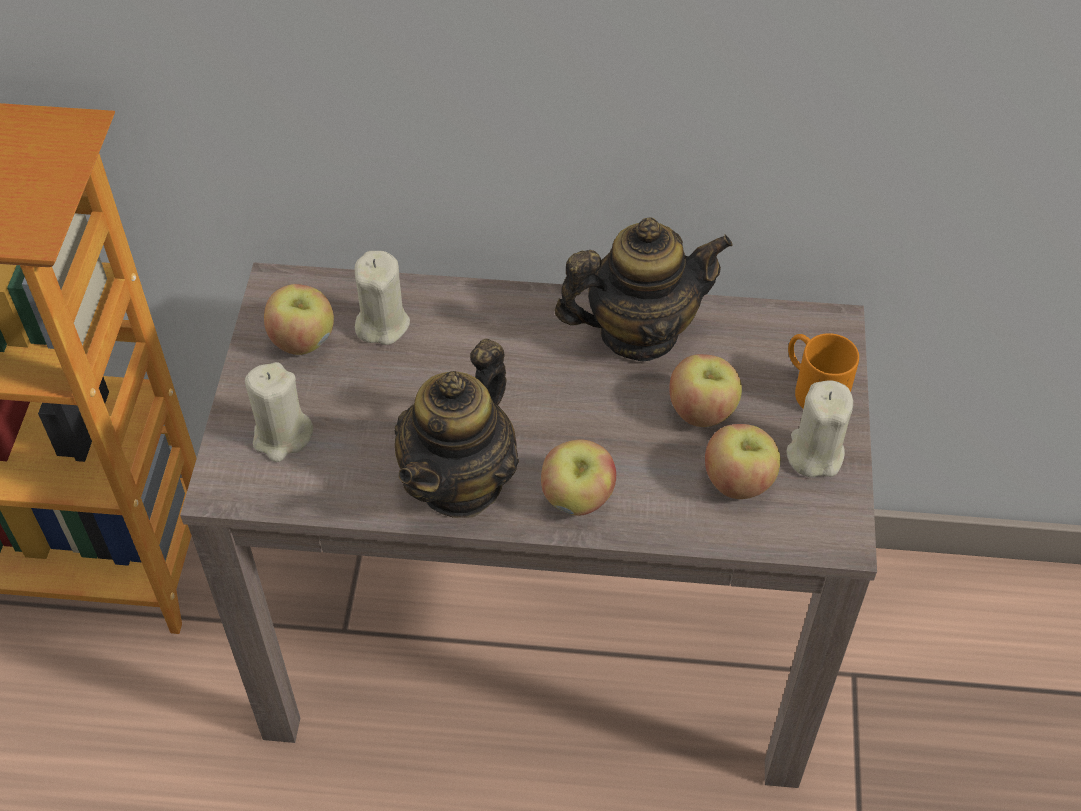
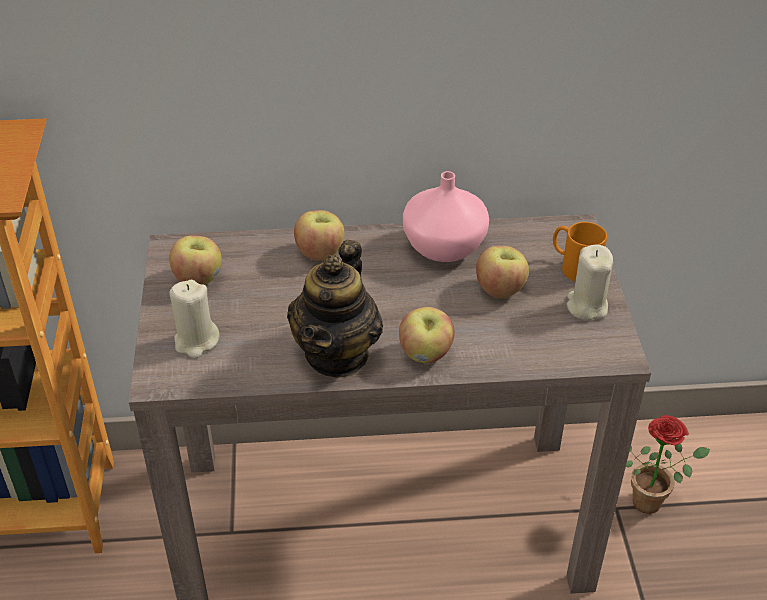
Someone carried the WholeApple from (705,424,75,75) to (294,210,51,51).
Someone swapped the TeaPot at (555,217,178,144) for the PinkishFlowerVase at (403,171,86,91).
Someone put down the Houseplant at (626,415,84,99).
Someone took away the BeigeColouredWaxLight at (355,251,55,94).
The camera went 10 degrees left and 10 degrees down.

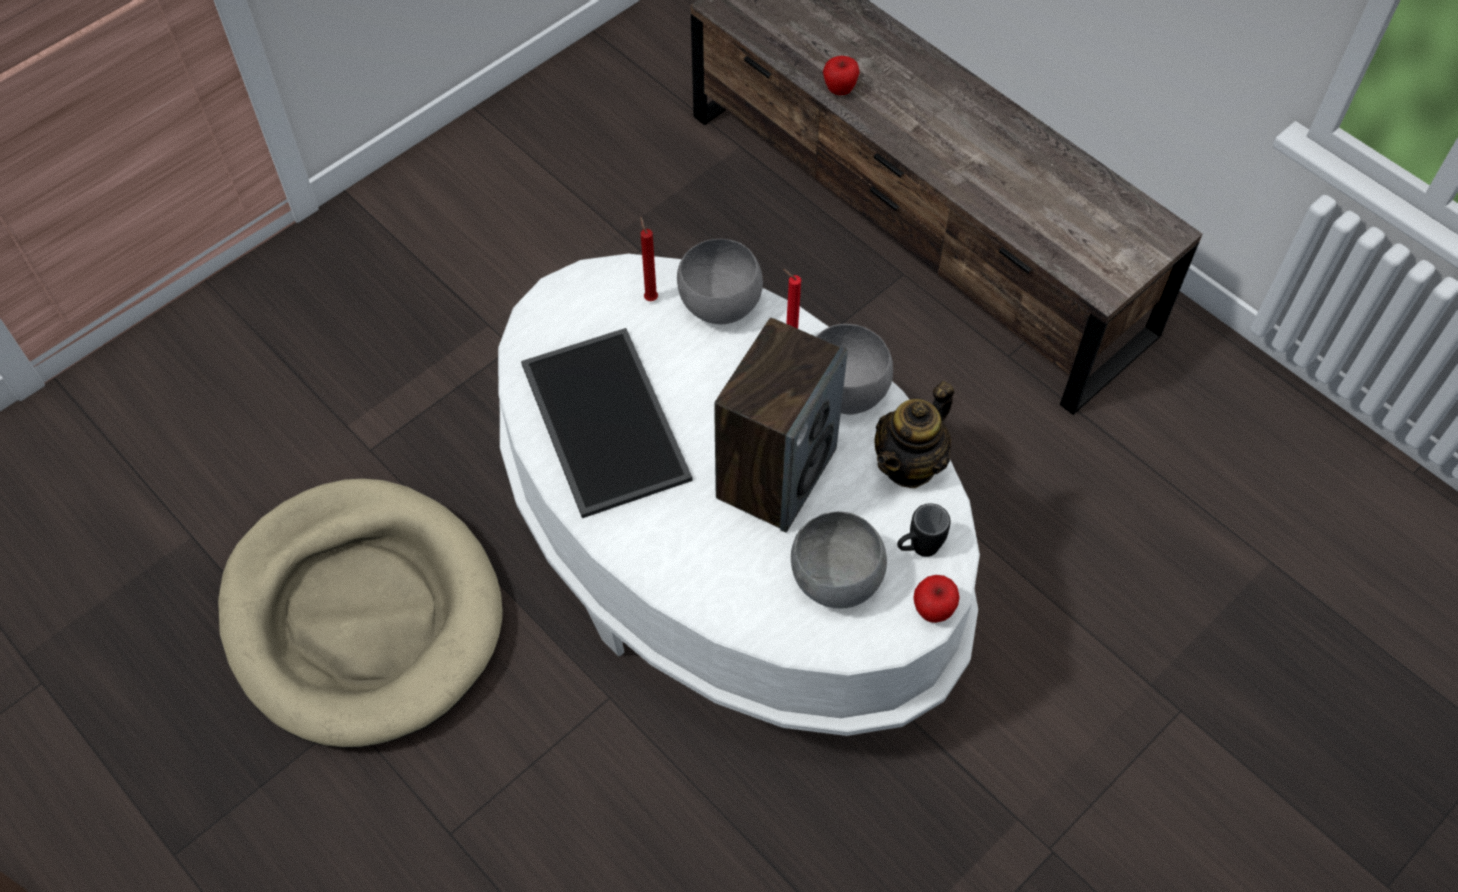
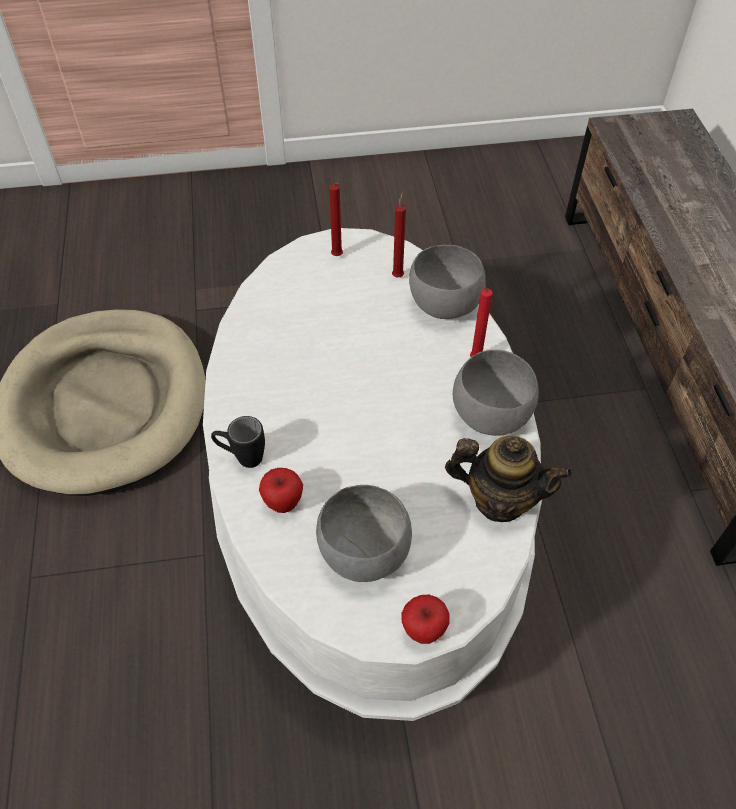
Someone carried the BlackColouredCoffeeMug from (897,503,54,54) to (211,416,54,52).
Someone carried the WholeApple from (823,56,37,39) to (259,468,44,45).
Someone put down the RedColouredWaxLight at (329,182,14,74).
Someone rotated the TeaPot at (874,382,80,106) by 150 degrees counterclockwise.
Someone took away the Tray at (521,328,172,190).
Someone took away the Speaker at (714,318,134,214).
The camera went 35 degrees right and 5 degrees down.

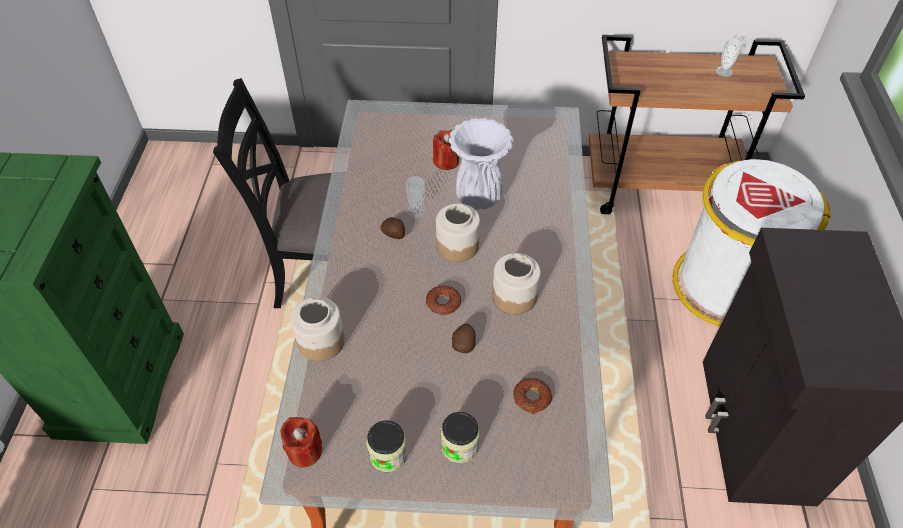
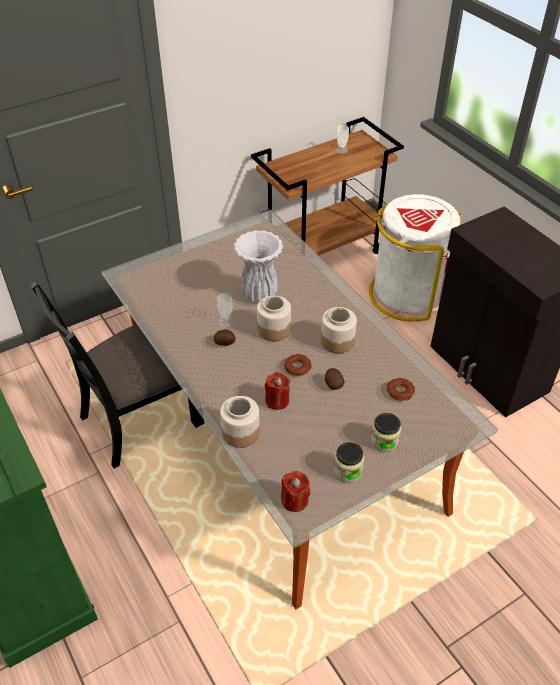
Someone carried the RedColouredWaxLight from (433,130,26,40) to (265,372,25,38).
The camera went 35 degrees left and 5 degrees down.

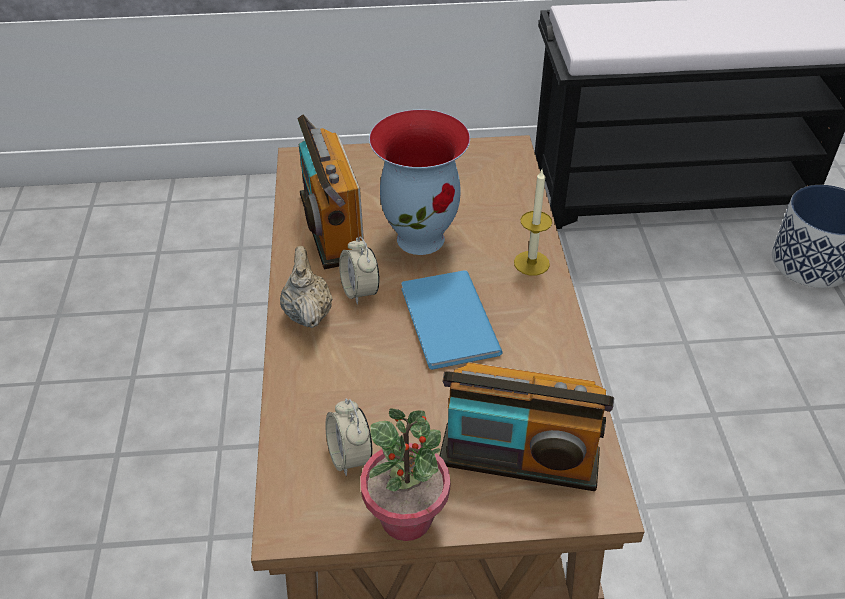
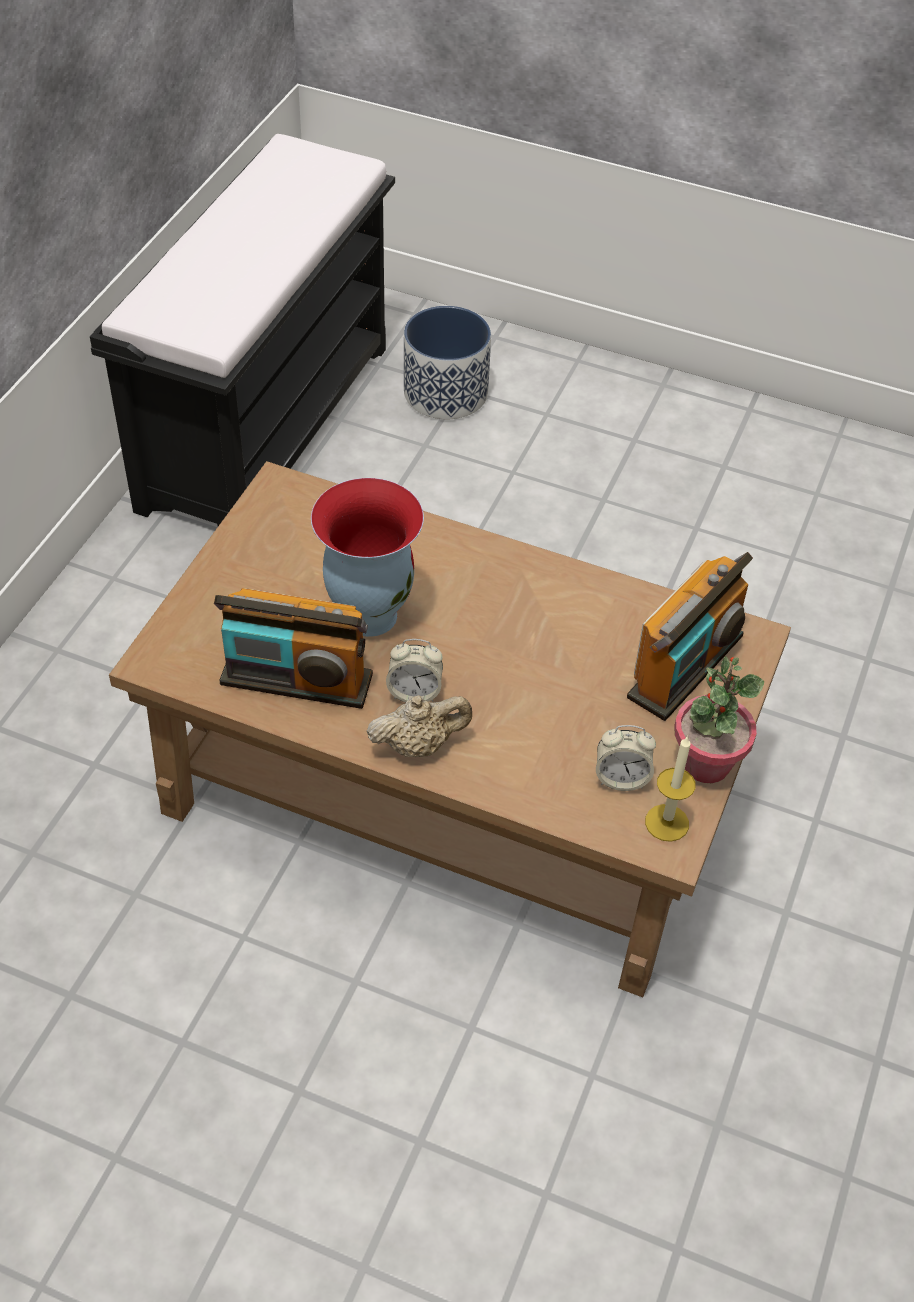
Someone rotated the BeigeColouredTeaPot at (280,246,53,82) by 150 degrees clockwise.
Someone carried the WaxLight from (514,170,38,105) to (645,736,50,106).
Someone took away the BlueBoundBook at (401,270,102,100).
The camera went 65 degrees left and 5 degrees up.

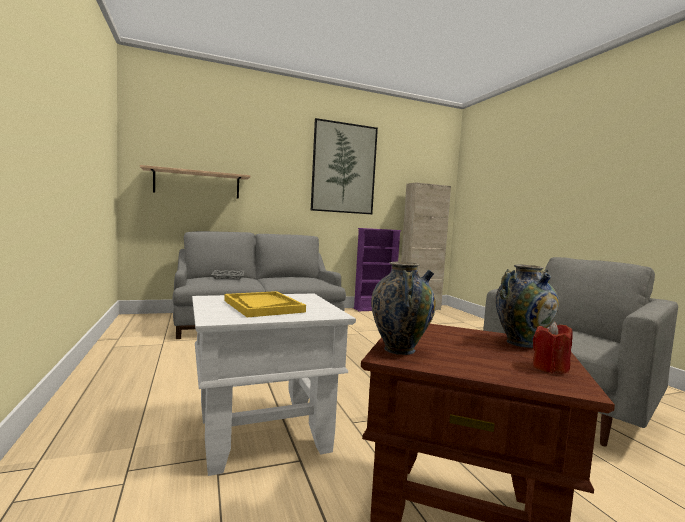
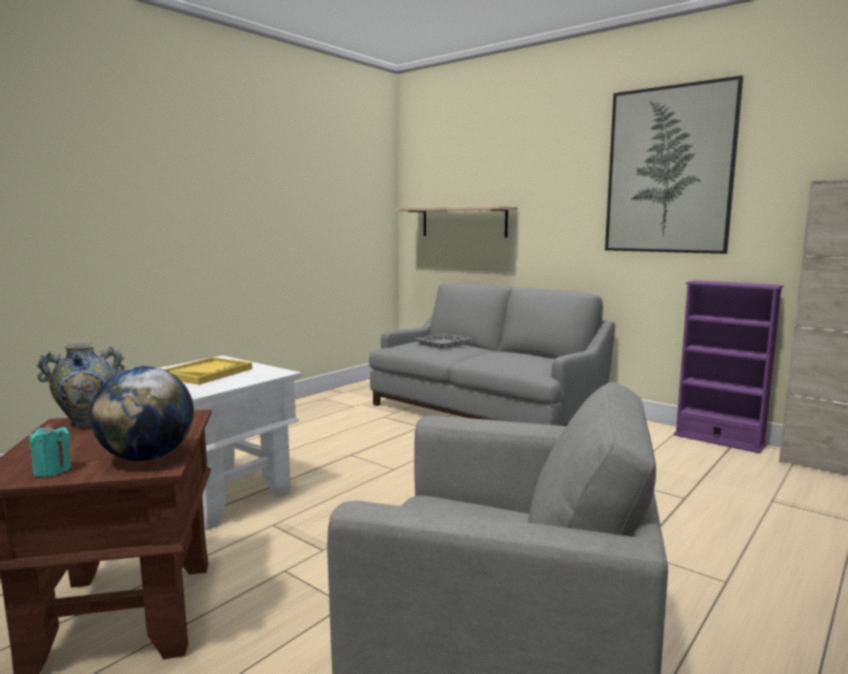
Someone repainted the RedColouredWaxLight at (533,322,40,52), which became the BlueGreenWaxLight at (29,424,42,53).
Someone swapped the FlowerVase at (495,264,64,84) for the Globe at (90,366,104,95).
The camera went 60 degrees right and 5 degrees up.

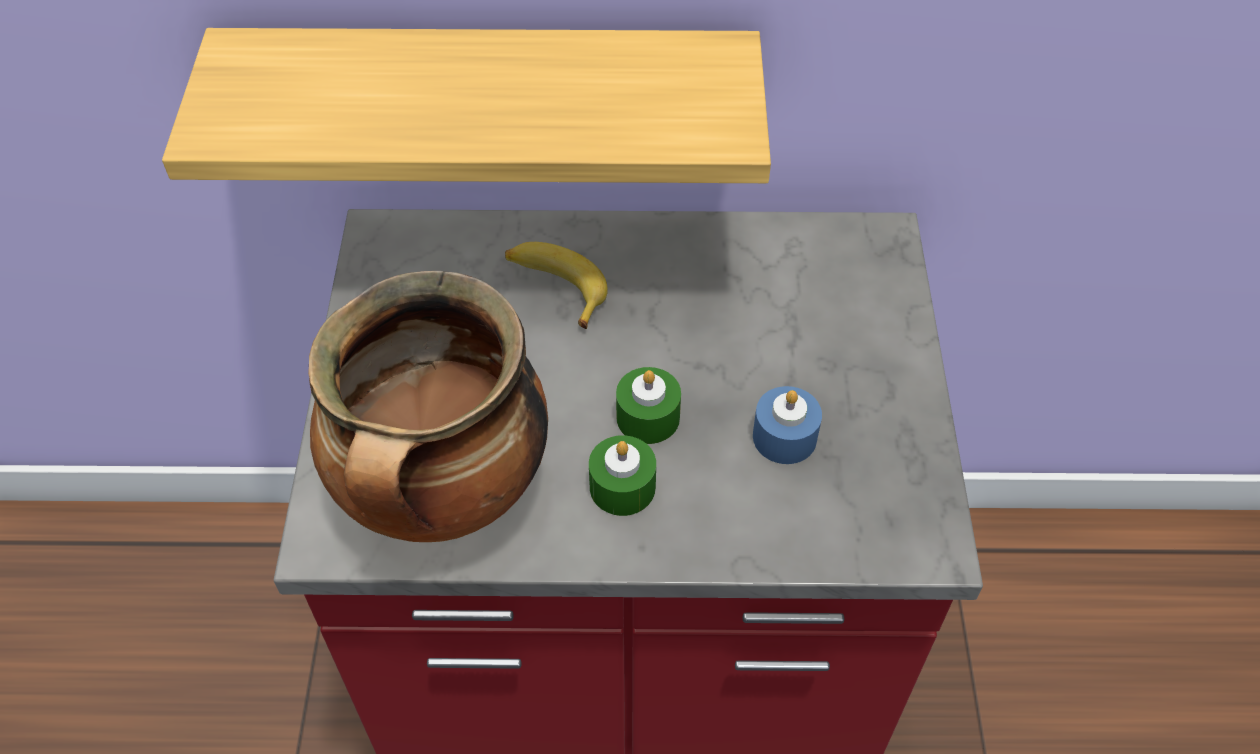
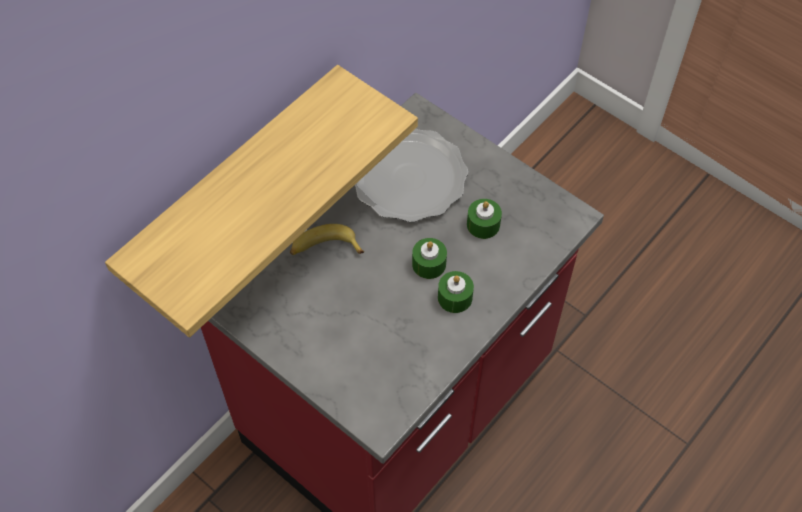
Someone put down the FlatDish at (355,129,113,93).
Someone repainted the BlueWaxLight at (753,386,69,78), which became the GreenWaxLight at (467,199,35,40).
Someone took away the CookingPot at (308,271,240,271).
The camera went 50 degrees left and 5 degrees up.

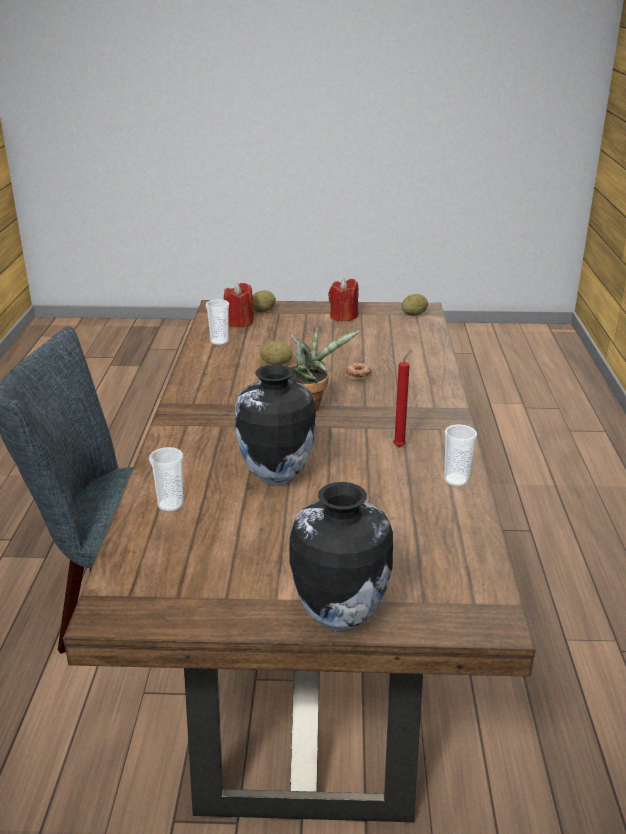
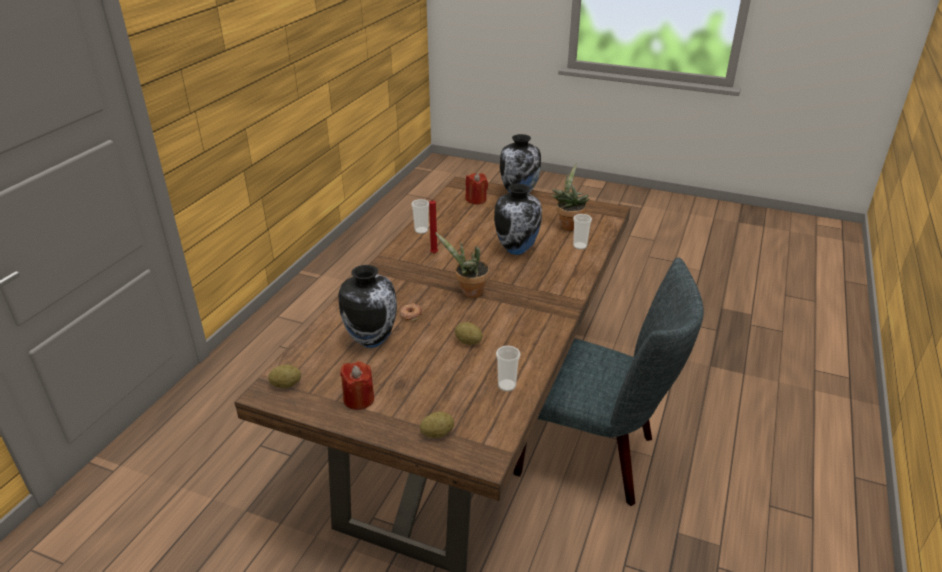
Someone put down the FlowerVase at (338,265,59,83).
Someone carried the RedColouredWaxLight from (223,283,31,45) to (465,173,23,31).
Someone put down the Houseplant at (551,163,39,68).
The camera went 160 degrees left and 5 degrees up.

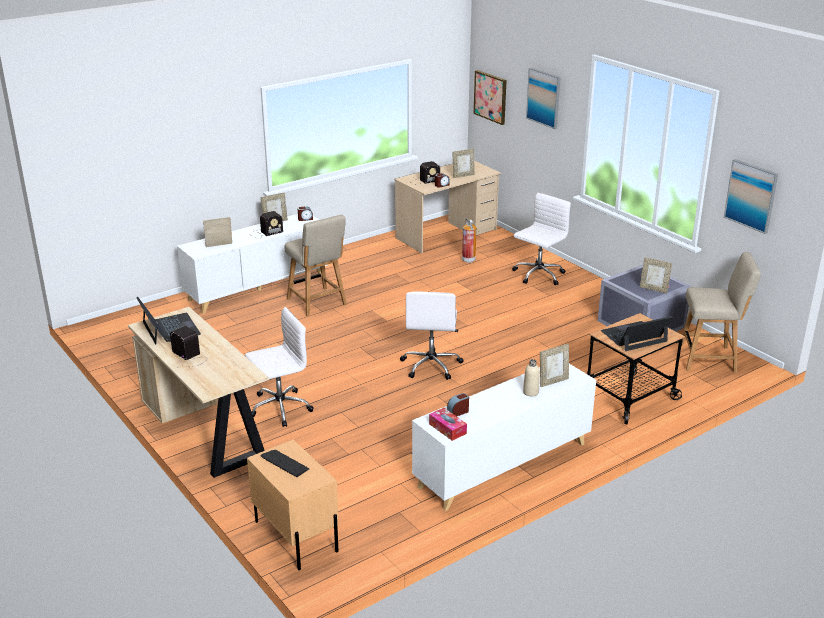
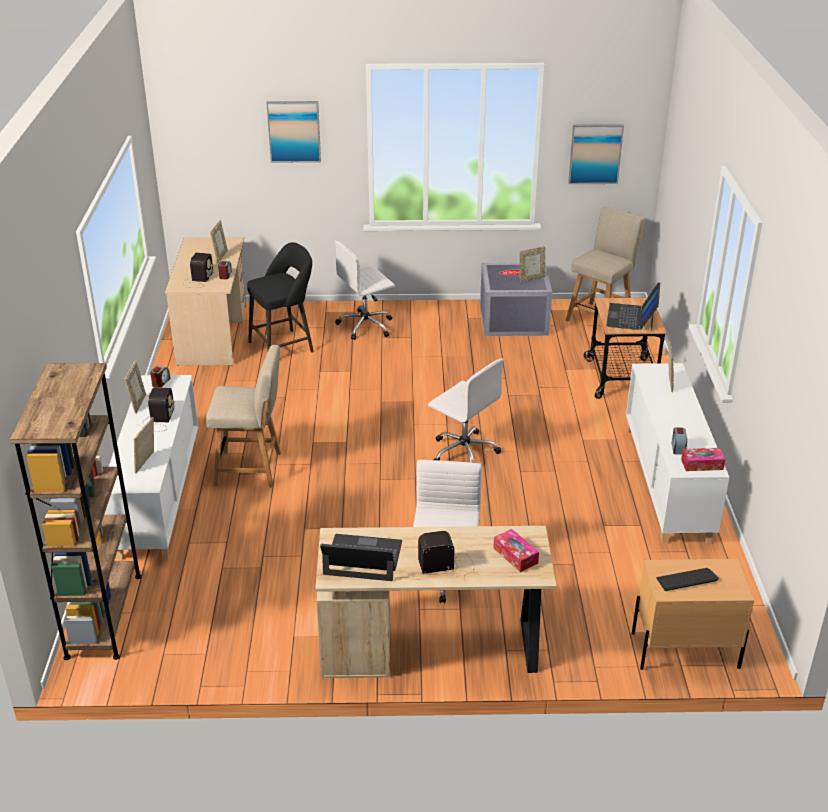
Someone put down the BrownBookshelf at (10,363,132,297).
Someone swapped the Extinguisher at (462,218,15,45) for the BlackColouredStoolSeat at (247,242,67,111).
Someone rotated the WhitishComputerChair at (512,193,59,92) by 105 degrees counterclockwise.
Someone put down the TissueHolder at (493,529,46,43).
Someone took away the WallArt at (474,70,33,55).
Someone took away the BeigeColouredBottle at (523,359,17,38).
The camera went 55 degrees left and 5 degrees up.

